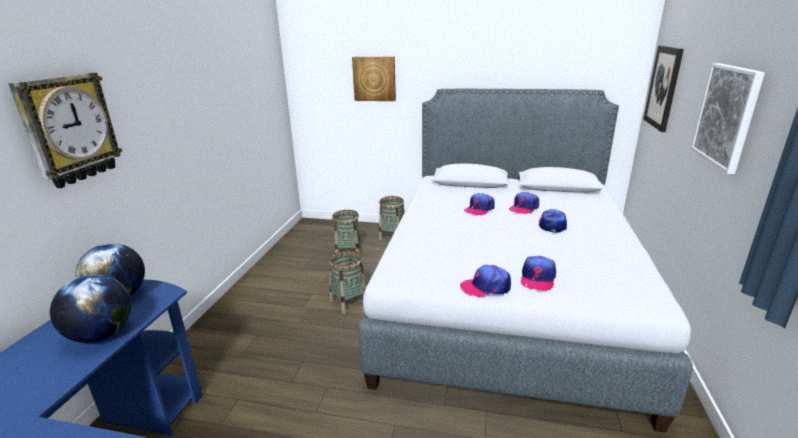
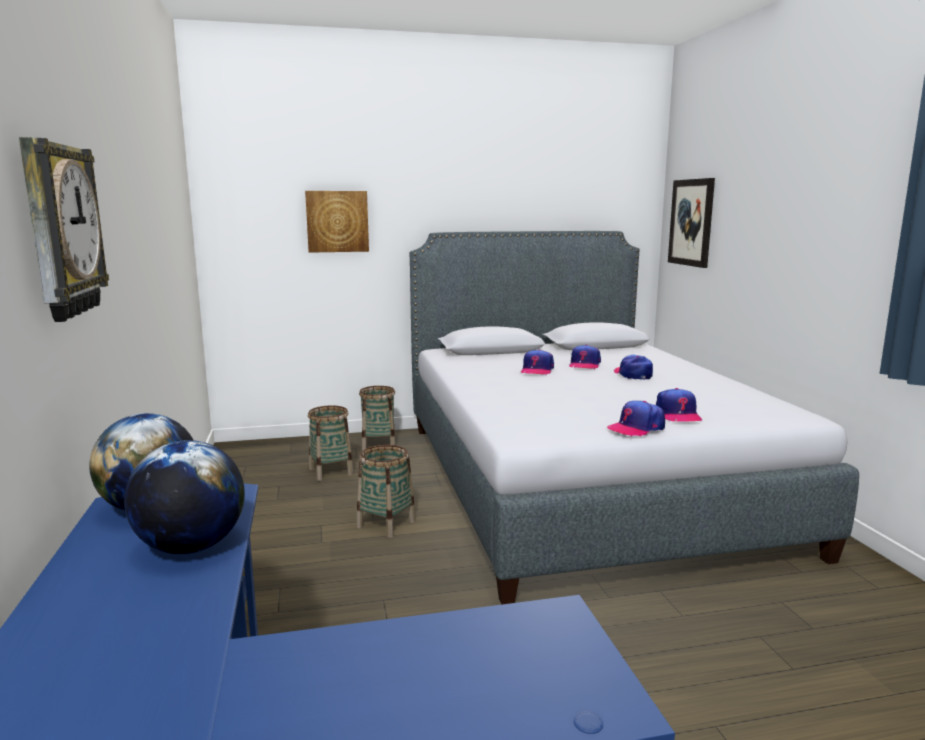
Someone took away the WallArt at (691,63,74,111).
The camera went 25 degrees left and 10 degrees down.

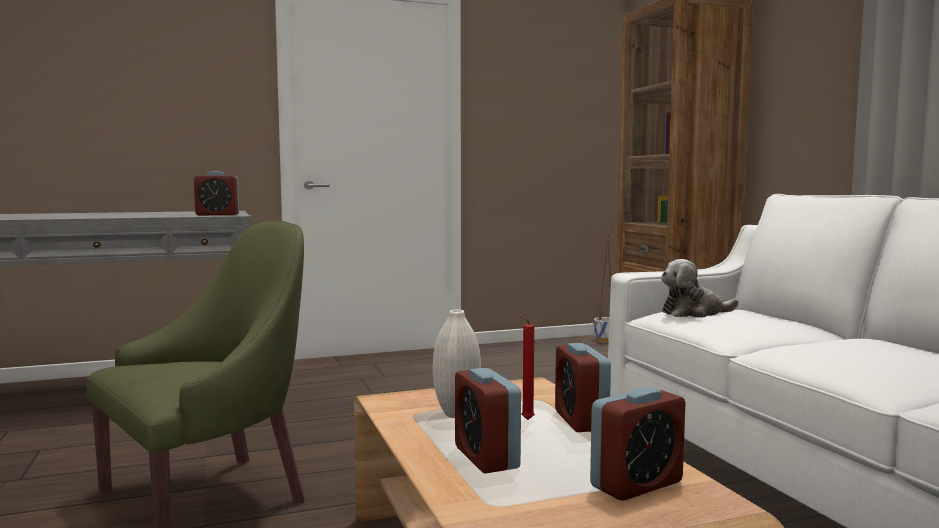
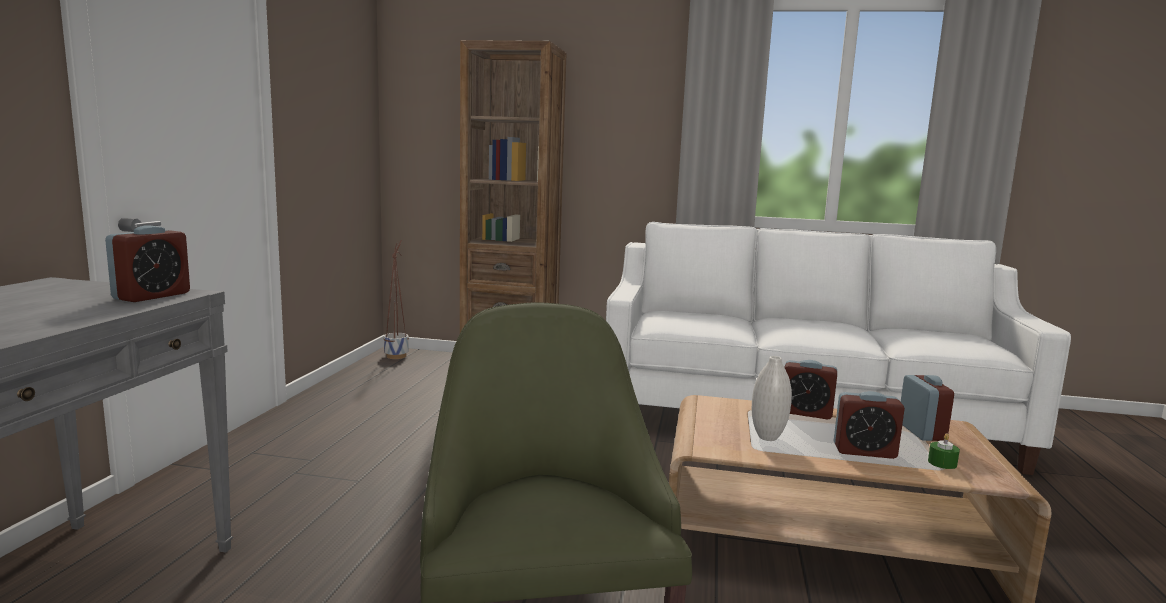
Someone put down the GreenWaxLight at (928,433,32,36).
Someone took away the RedColouredWaxLight at (519,315,16,105).
Someone took away the CuddlyToy at (661,259,78,58).
The camera went 60 degrees left and 5 degrees up.

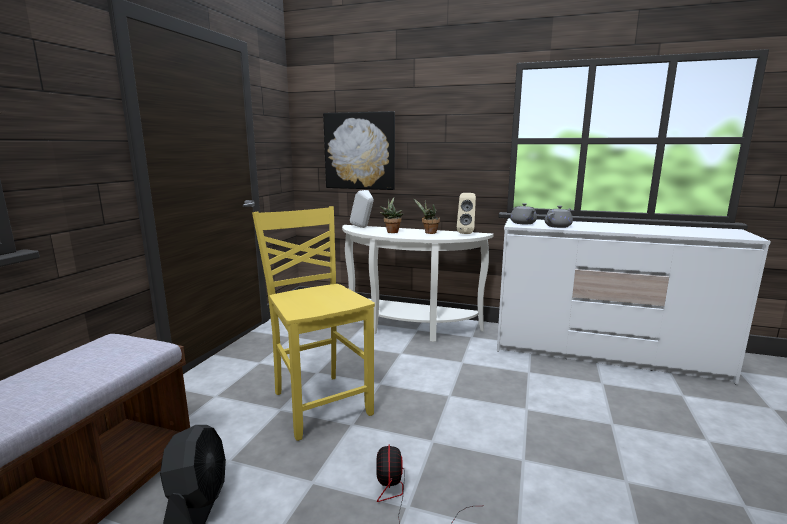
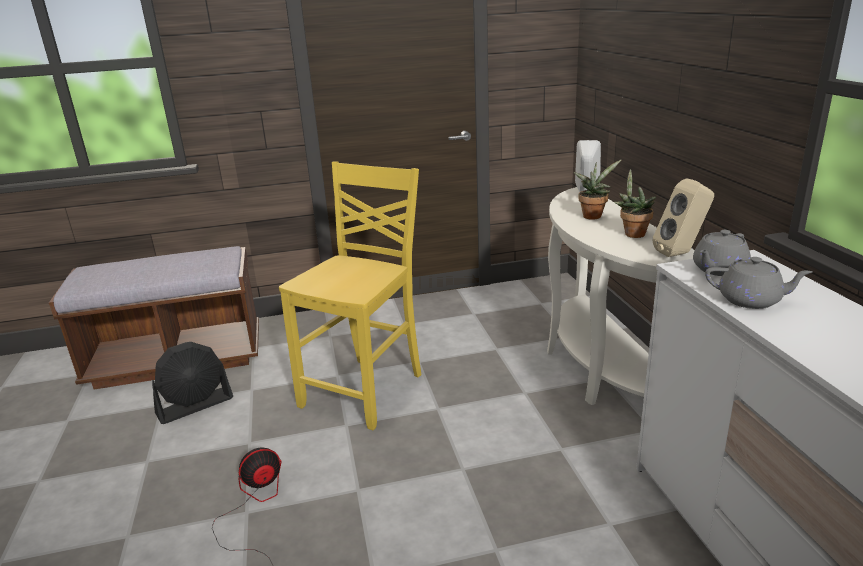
Someone took away the WallArt at (323,111,72,79).
The camera went 60 degrees right and 10 degrees up.

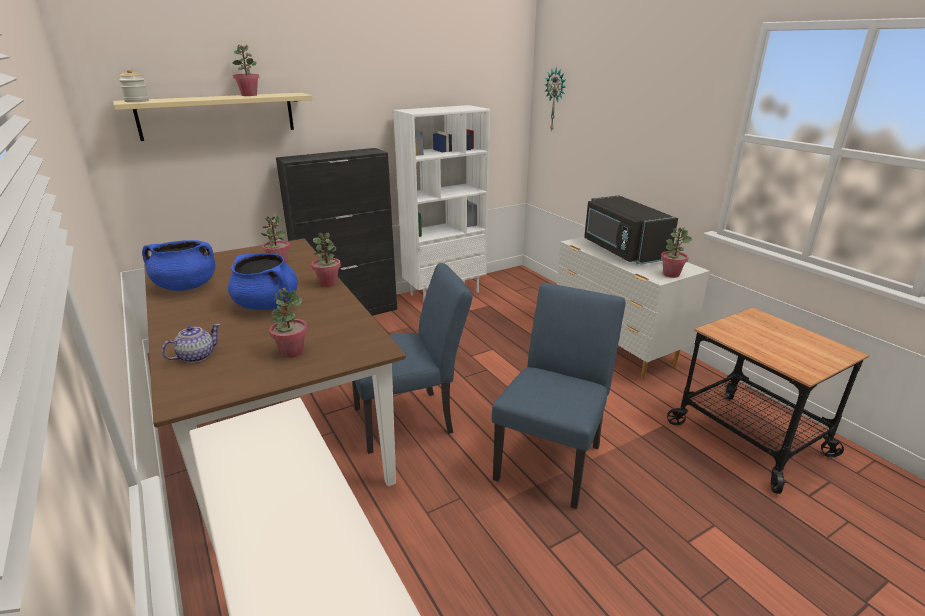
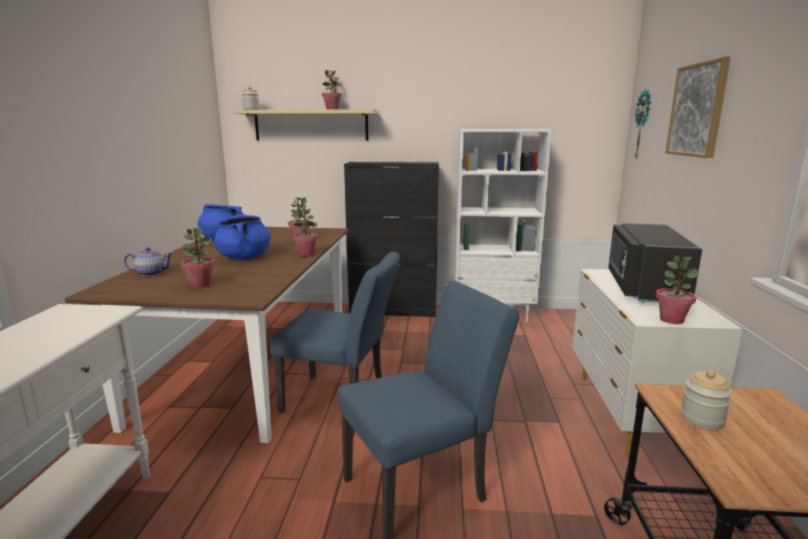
Someone put up the WallArt at (666,57,65,101).
Someone put down the Jar at (681,370,51,59).
The camera went 35 degrees right and 10 degrees down.

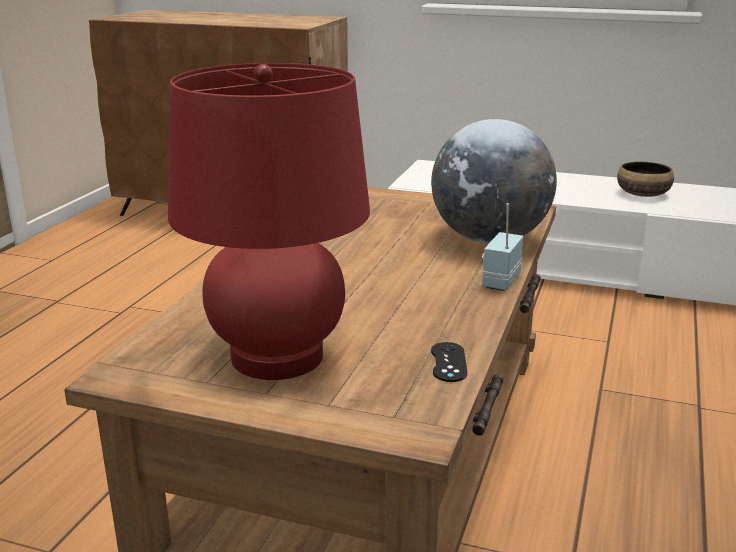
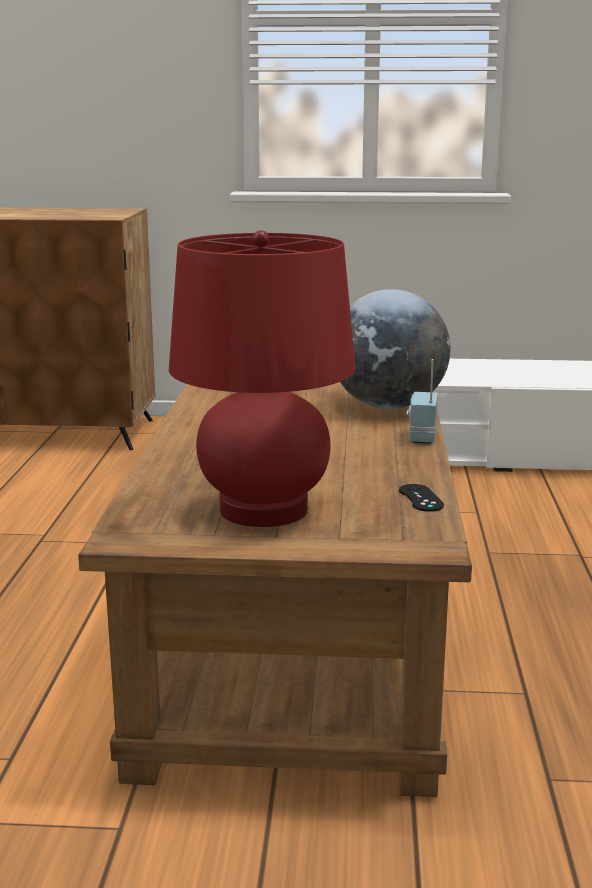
Someone took away the Bowl at (617,161,57,36).
The camera went 15 degrees left and 5 degrees down.

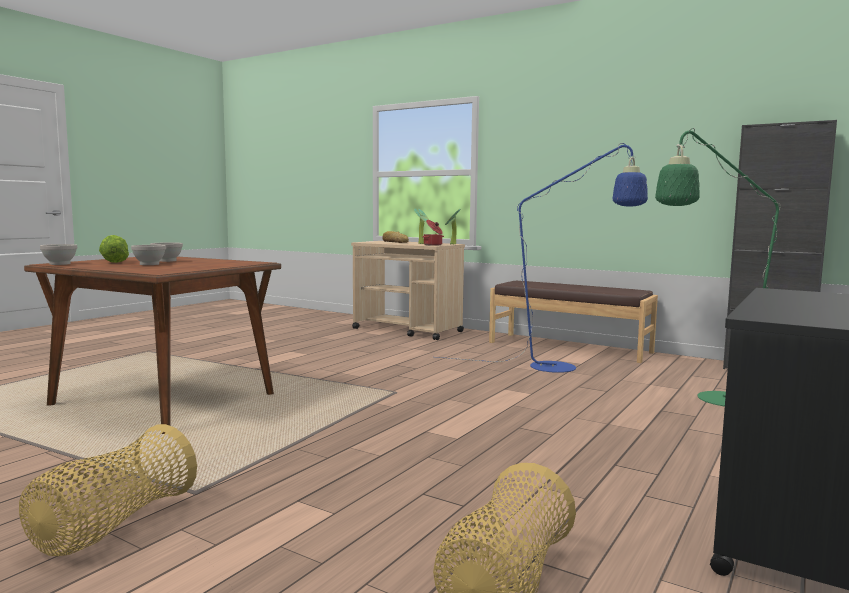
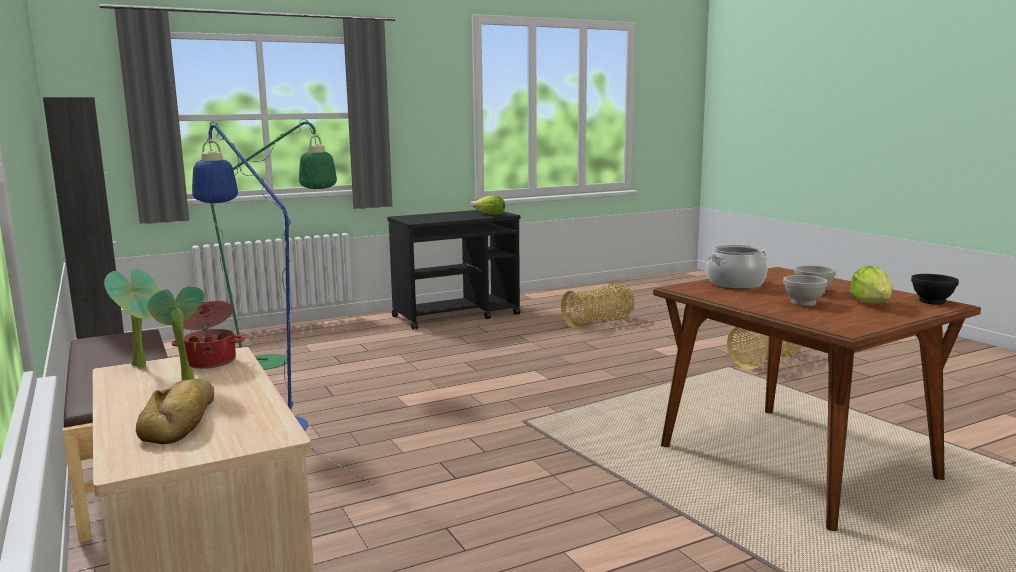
Someone put down the Lettuce at (473,195,32,20).
Someone put down the CookingPot at (707,244,61,45).
Someone repainted the WhitishBowl at (40,244,37,21), which became the BlackColouredBowl at (911,274,48,31).
The camera went 150 degrees left and 5 degrees up.

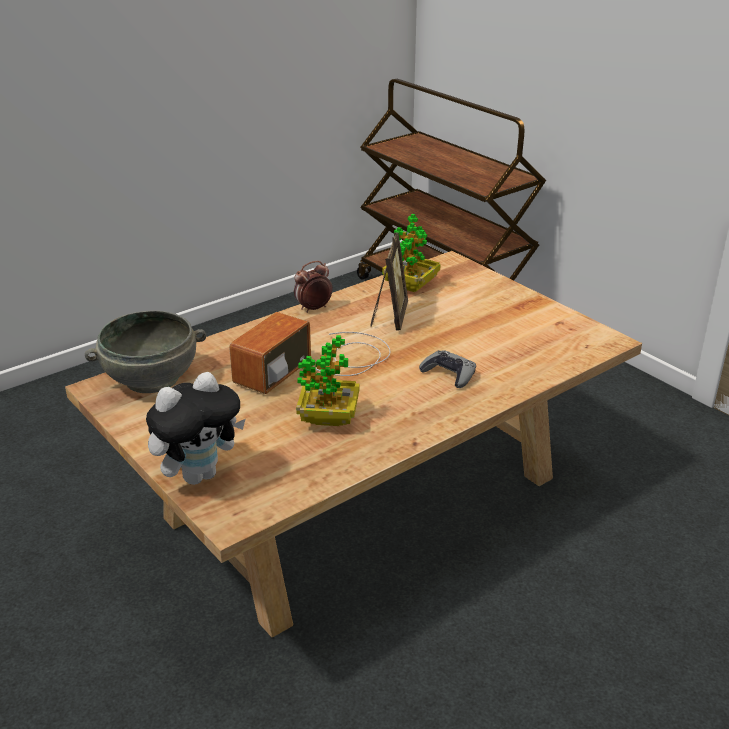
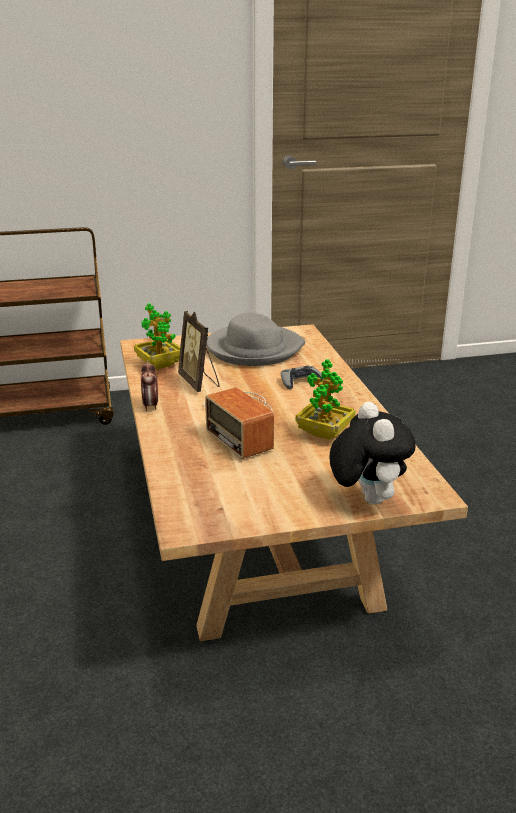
Someone rotated the PictureFrame at (370,232,38,98) by 150 degrees counterclockwise.
Someone put down the GreyClothingHat at (206,313,99,53).
Someone took away the GreyBowl at (85,310,121,83).
The camera went 65 degrees left and 5 degrees down.

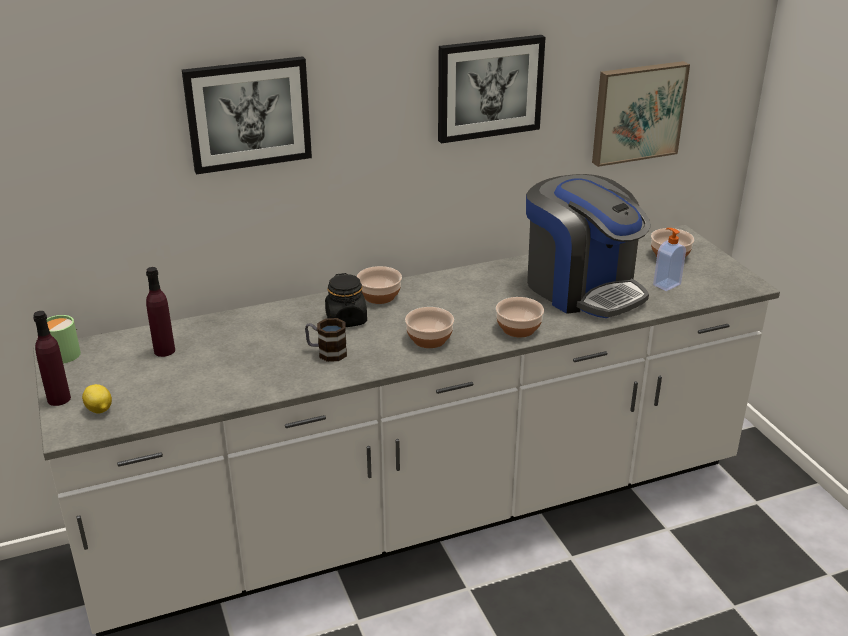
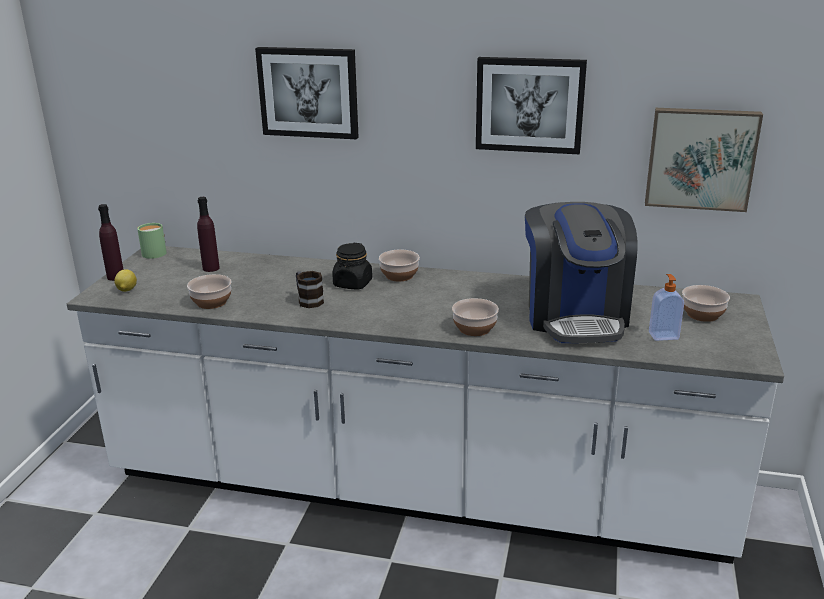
Someone carried the Bowl from (405,307,49,41) to (187,274,45,35).
The camera went 35 degrees right and 5 degrees down.

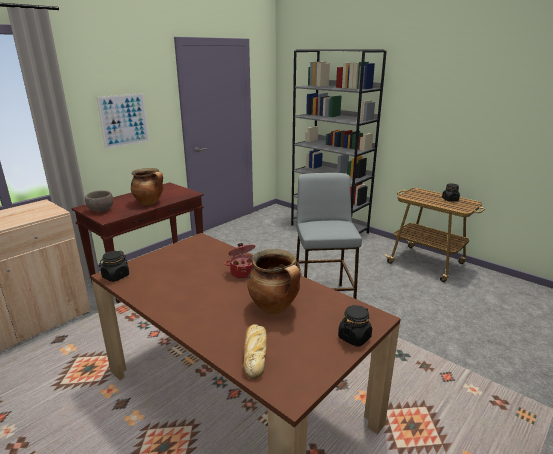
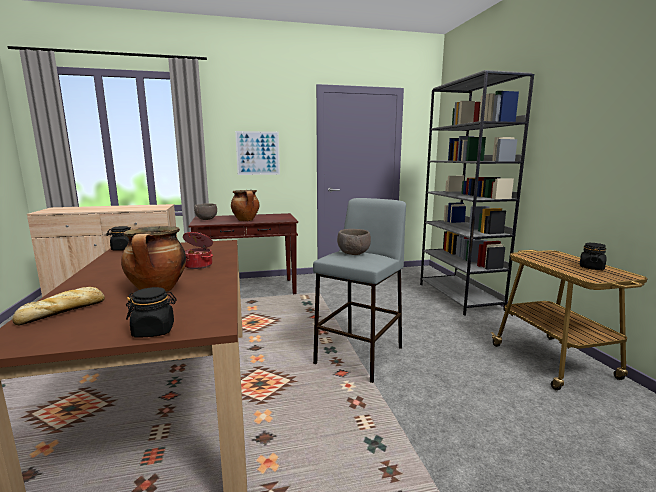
Someone put down the BrownBowl at (337,229,34,26).
The camera went 35 degrees right and 10 degrees down.

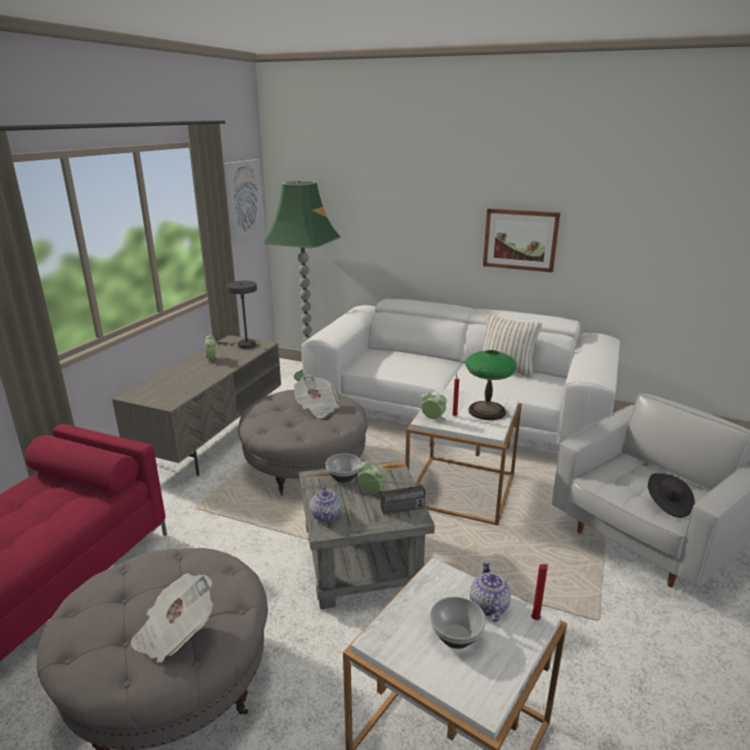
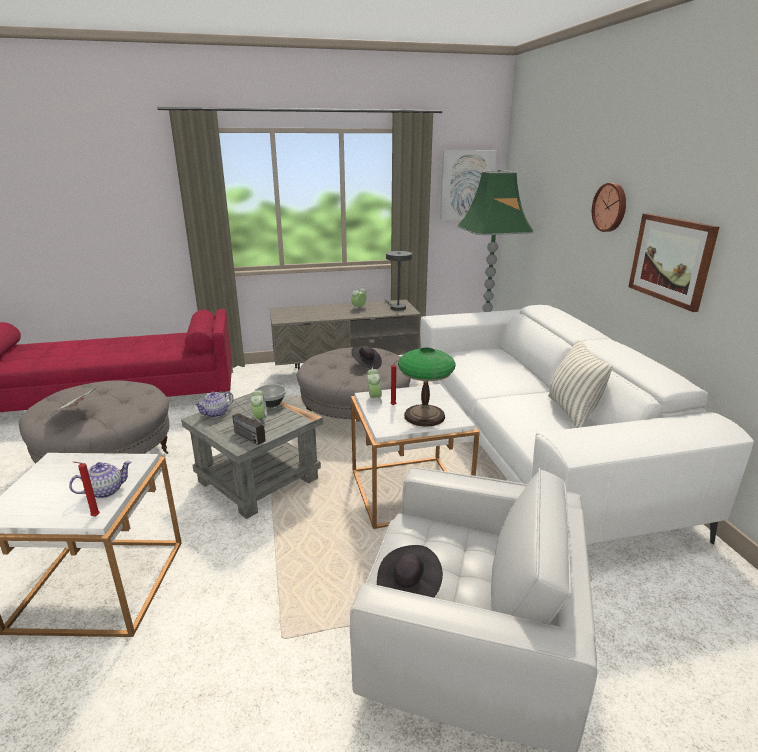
Someone swapped the Newspaper at (294,375,45,43) for the BlackColouredClothingHat at (351,346,31,23).
Someone put up the HangingClock at (592,183,34,49).
Someone took away the Bowl at (430,597,56,52).
The camera went 55 degrees right and 0 degrees up.

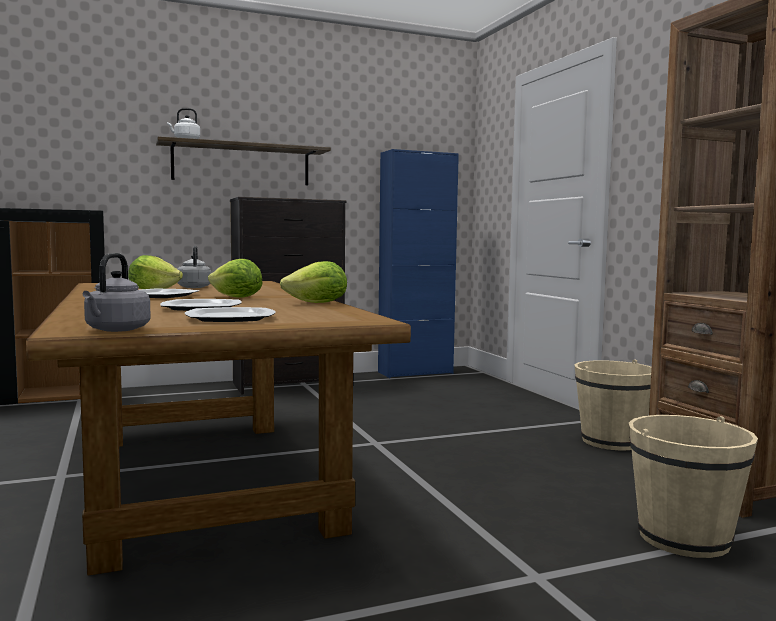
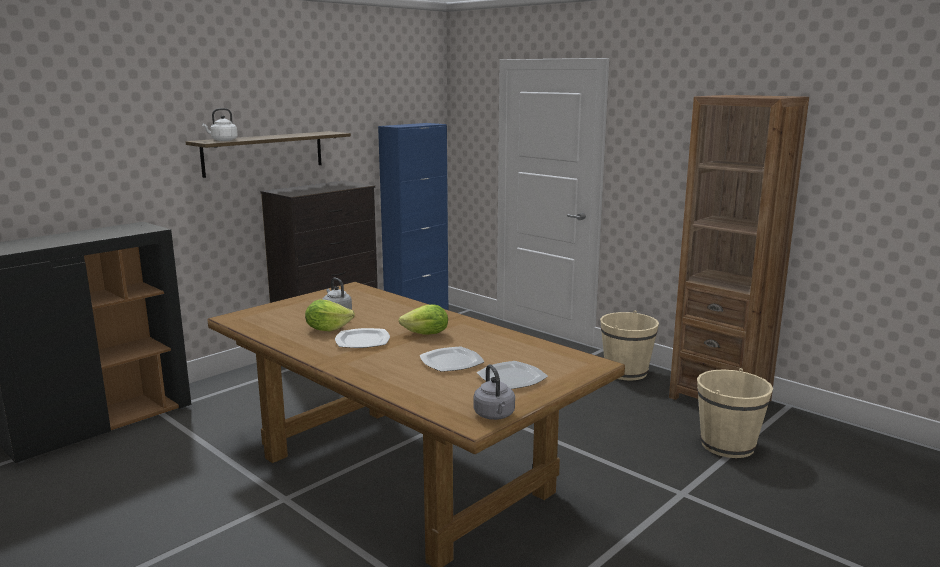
Someone took away the Lettuce at (280,261,67,42).
The camera went 25 degrees left and 10 degrees up.

